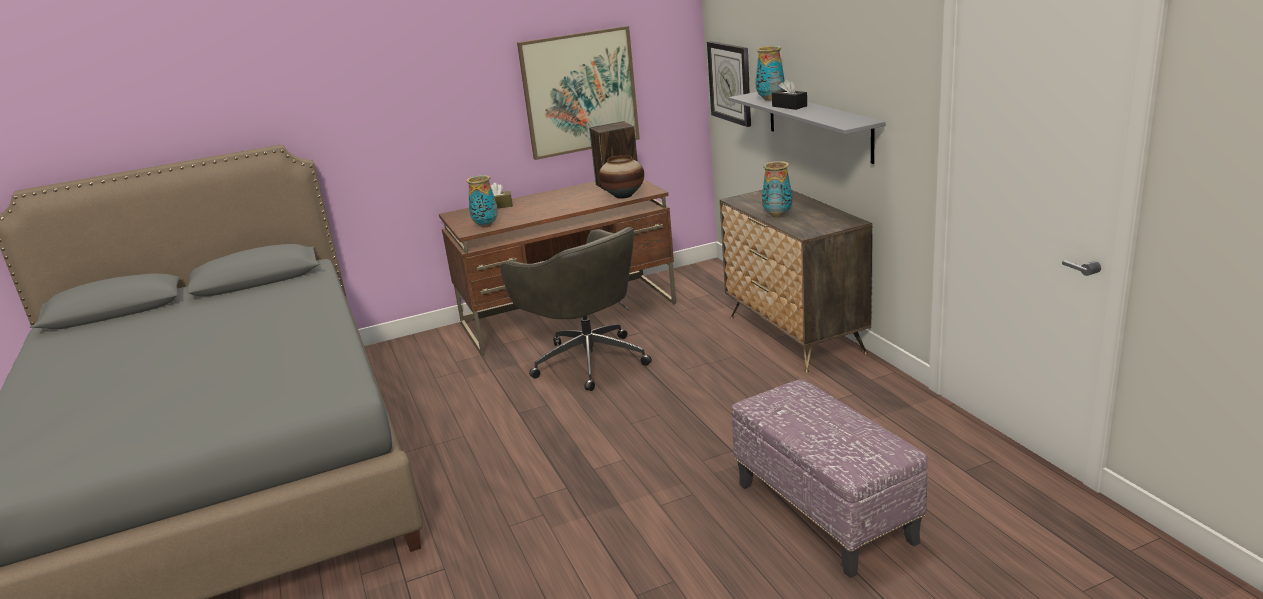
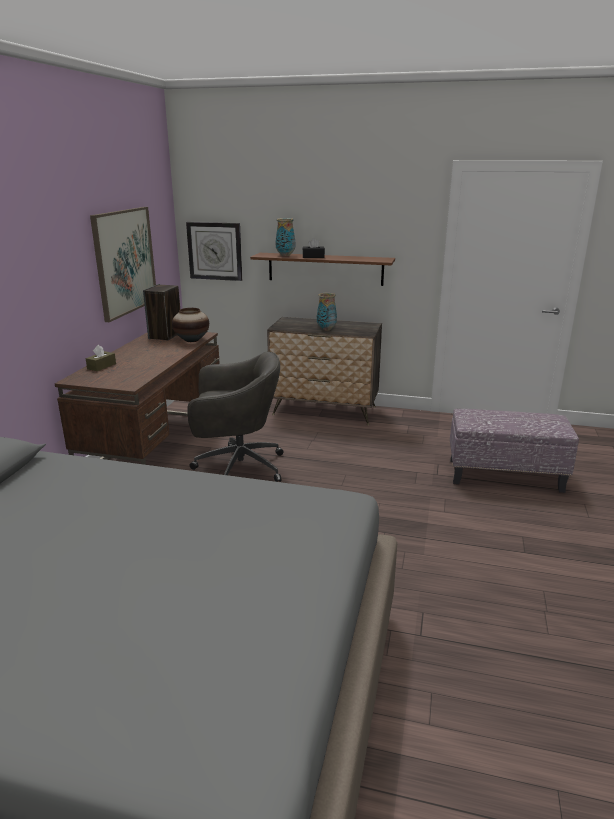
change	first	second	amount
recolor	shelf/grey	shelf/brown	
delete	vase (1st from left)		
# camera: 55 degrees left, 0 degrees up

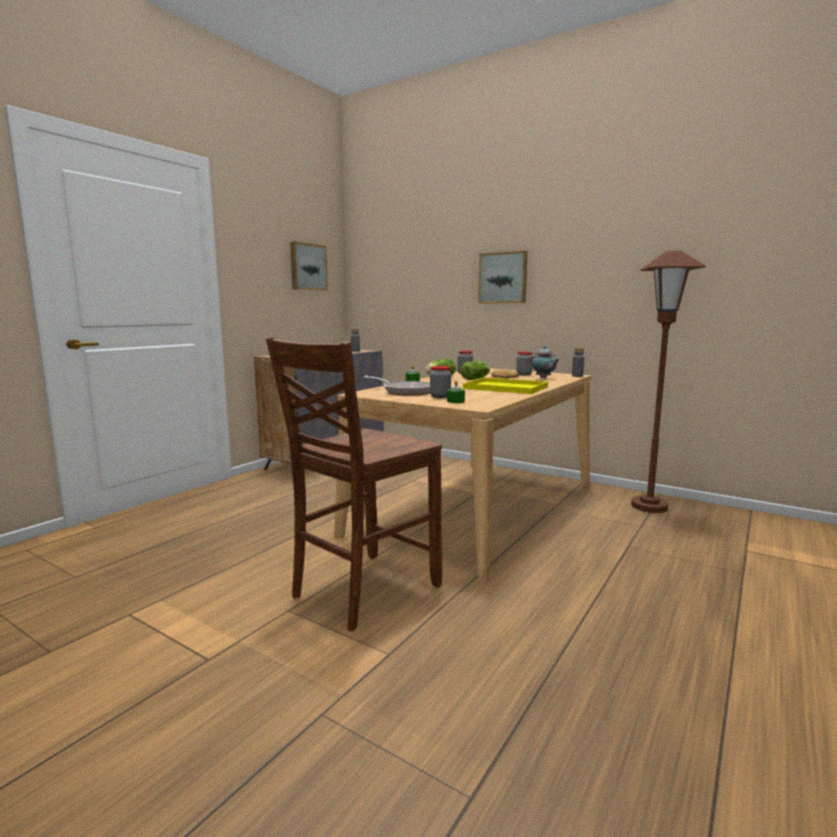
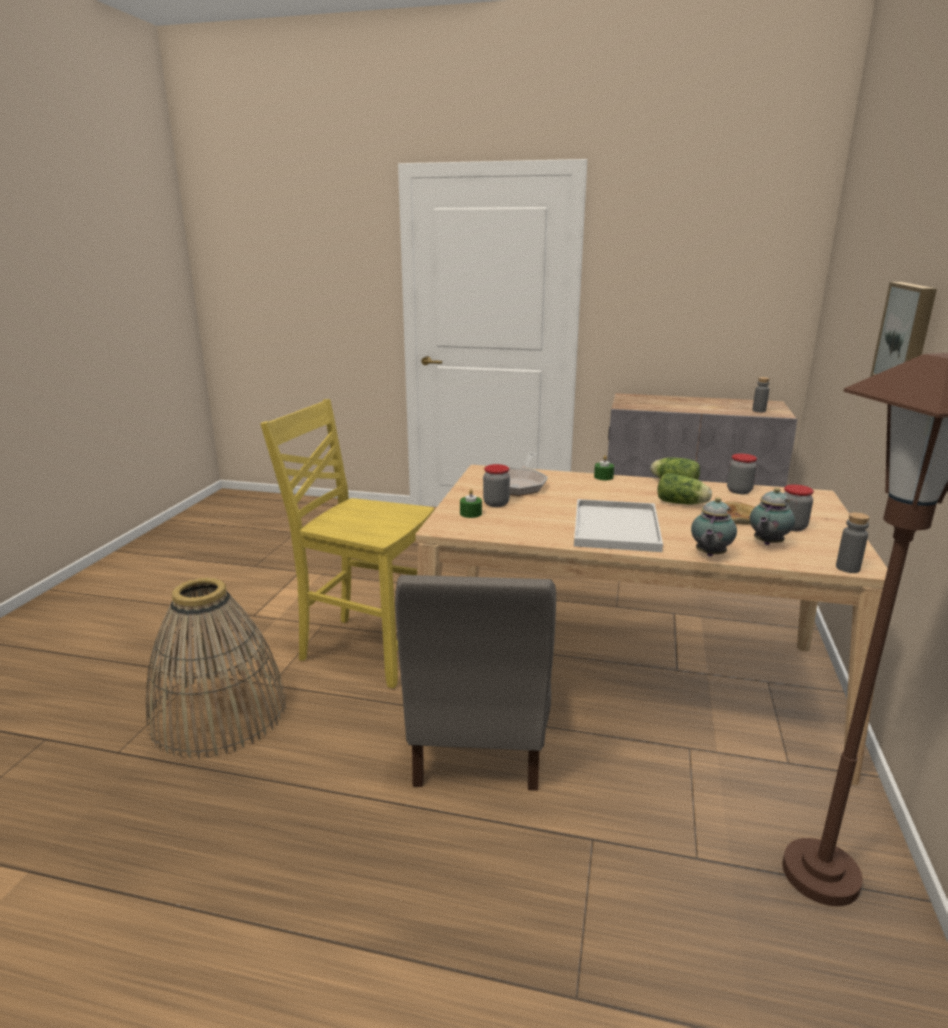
change	first	second	amount
insert		basket	
recolor	chair/brown	chair/yellow	
insert		chair/grey	
recolor	tray/yellow	tray/white	
insert		teapot (1st from left)	
delete	picture (1st from left)		
# camera: 70 degrees right, 10 degrees up

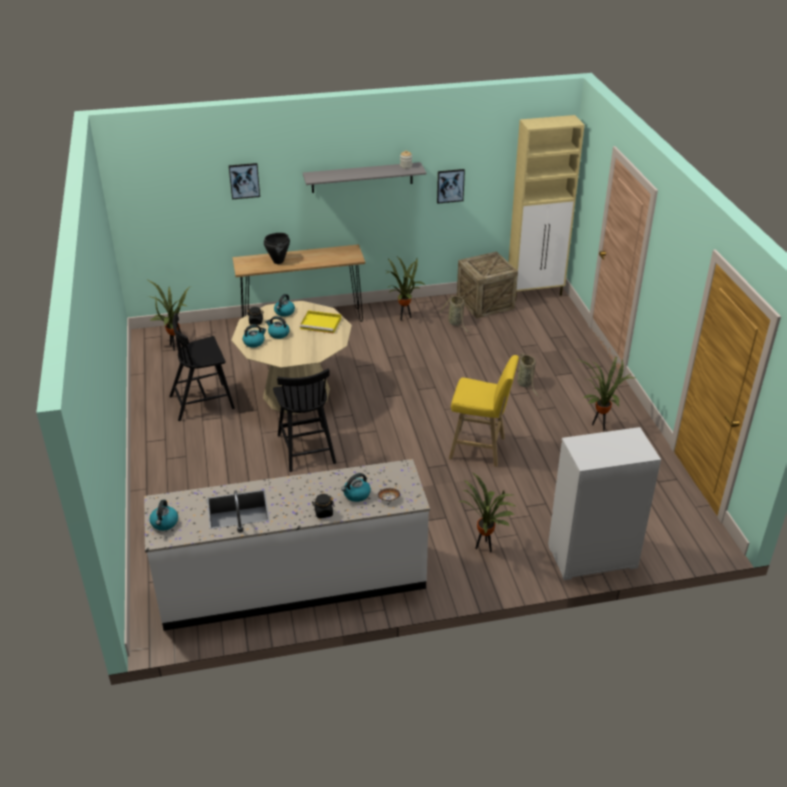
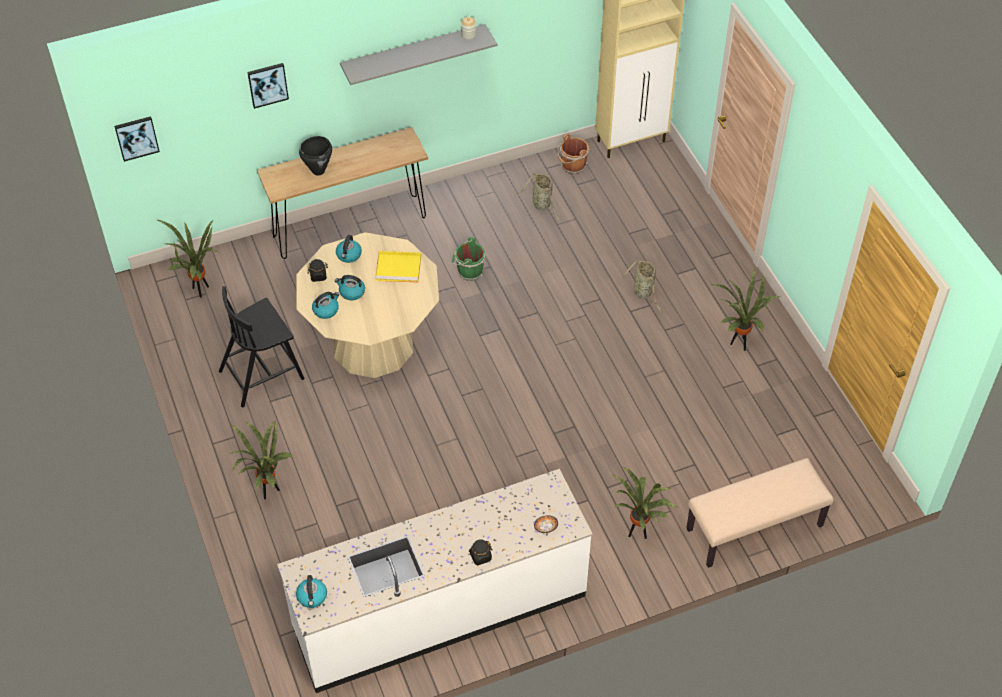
change	first	second	amount
move	picture (2nd from left in the first image)	picture (1st from left)	
move	potted plant (2nd from left)		
insert		bucket/green	
replace	crate	bucket/brown	
replace	dresser/white	bench/beige	
delete	chair/black (2nd from left)		
delete	kettle (5th from left)		
delete	stool/yellow		
# camera: 10 degrees left, 15 degrees up

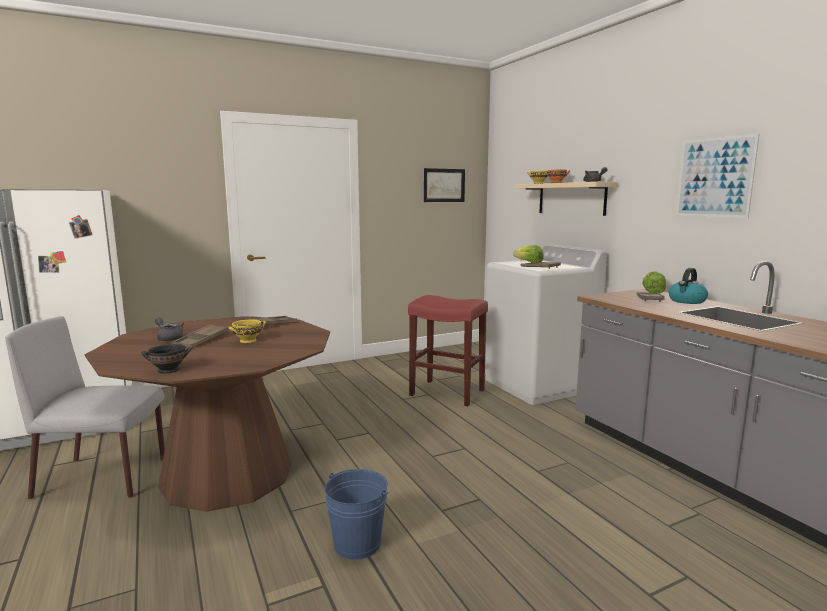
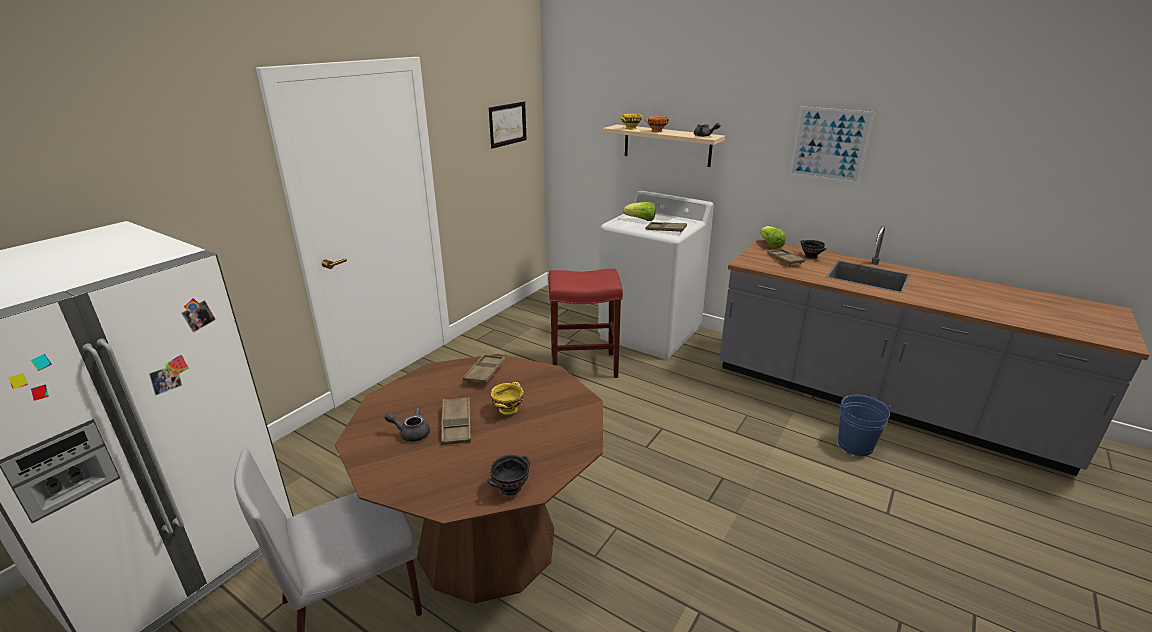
change	first	second	amount
replace	kettle	bowl/black (2nd from left)	
move	bucket/blue		
# camera: 30 degrees left, 15 degrees up

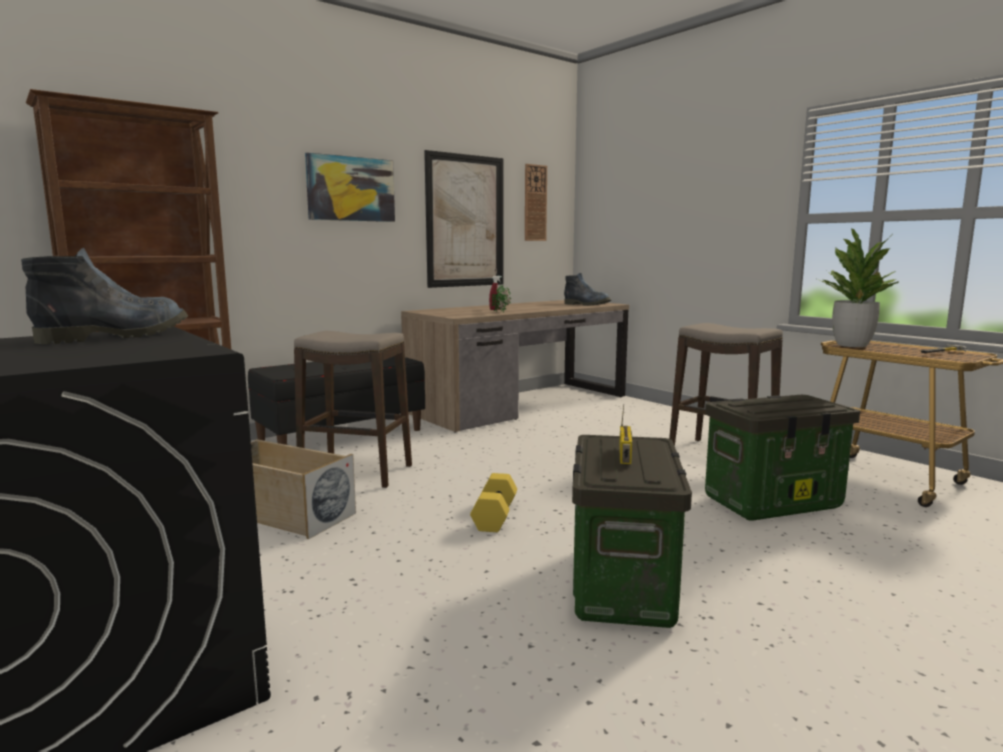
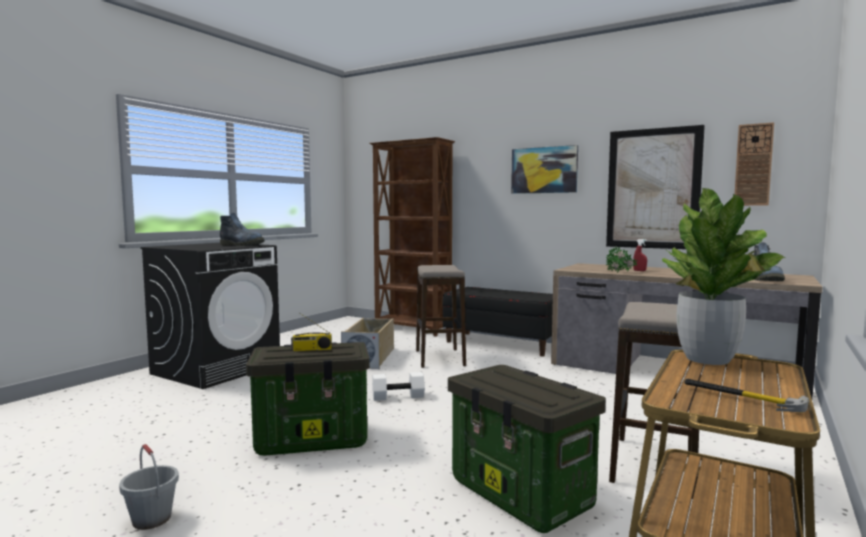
change	first	second	amount
insert		bucket/grey	
recolor	dumbbell/yellow	dumbbell/white	
# camera: 70 degrees right, 5 degrees down

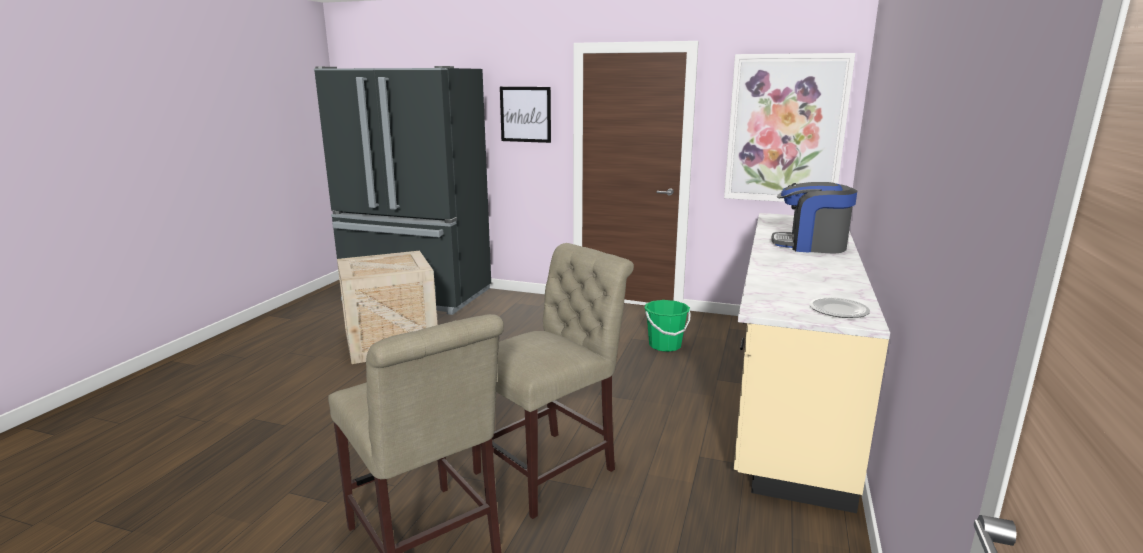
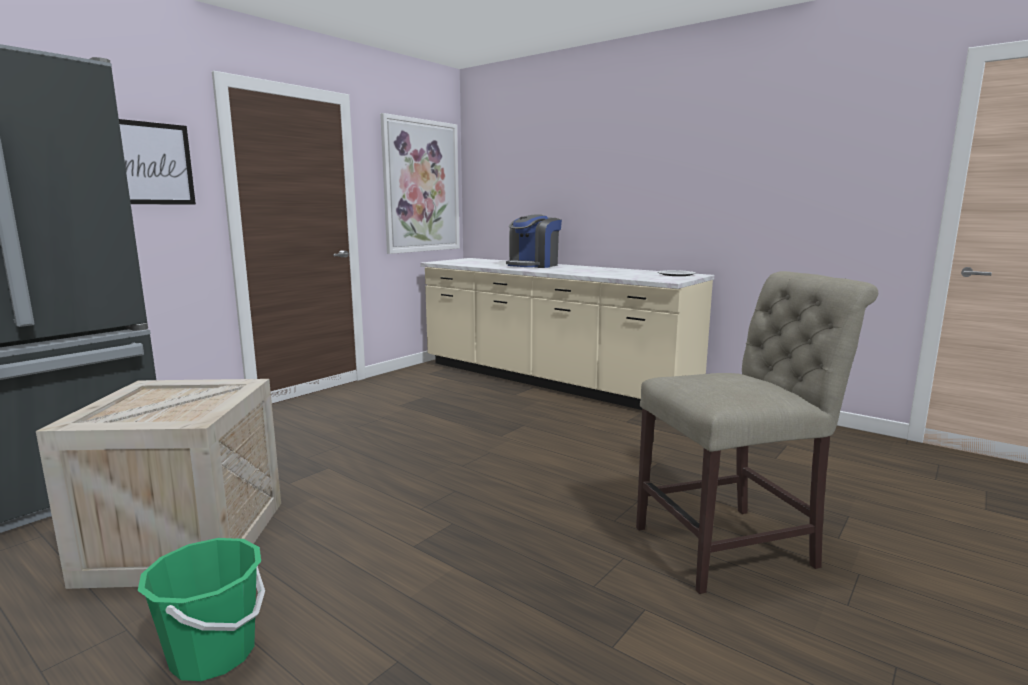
change	first	second	amount
move	bucket/green		
delete	chair/beige (2nd from left)		
# camera: 70 degrees left, 5 degrees down

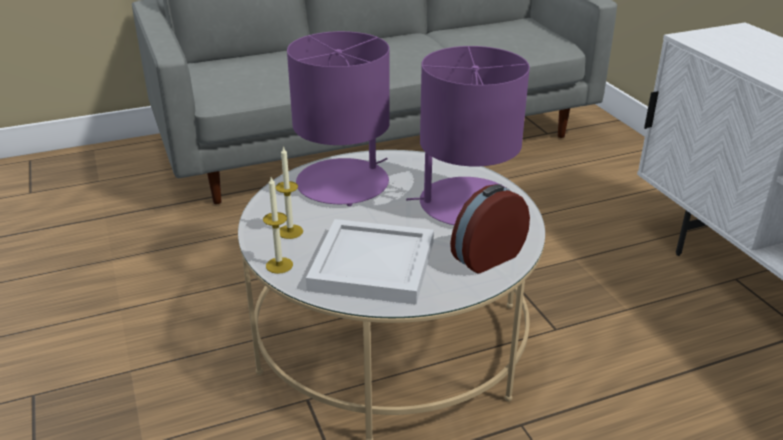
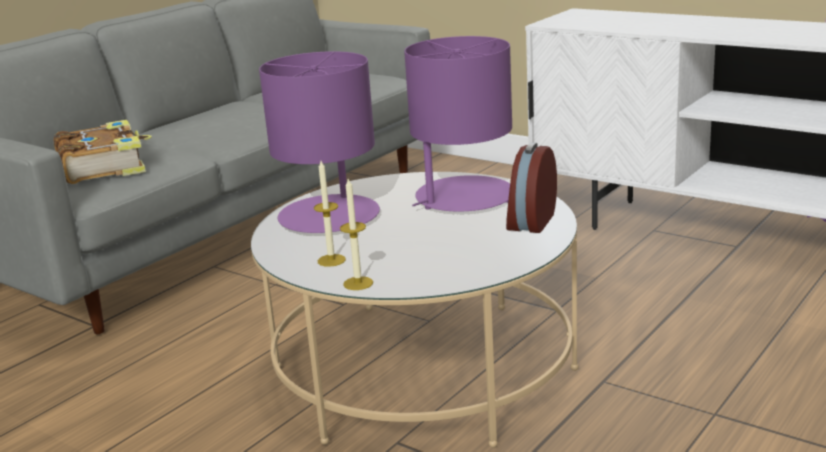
change	first	second	amount
insert		book	
delete	tray/white		
# camera: 30 degrees left, 10 degrees down

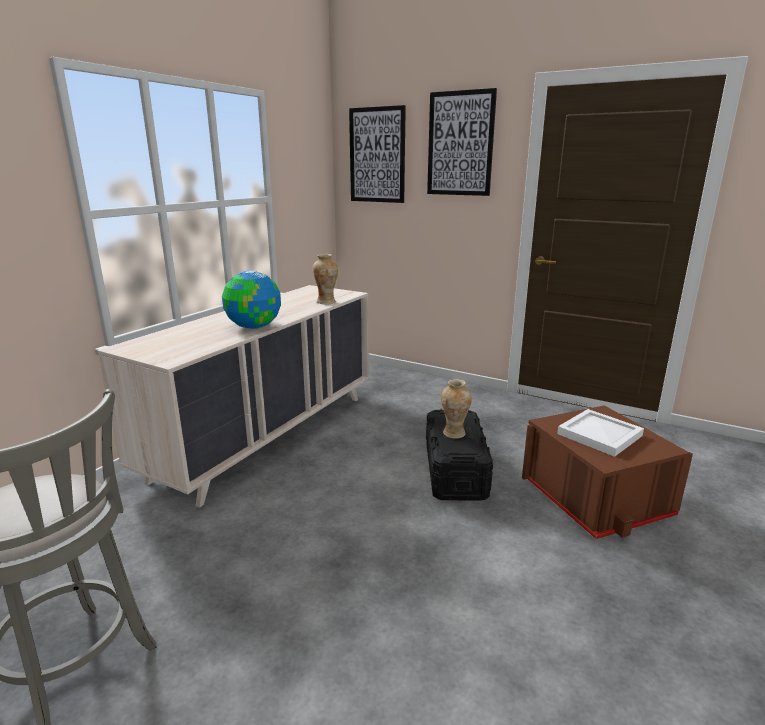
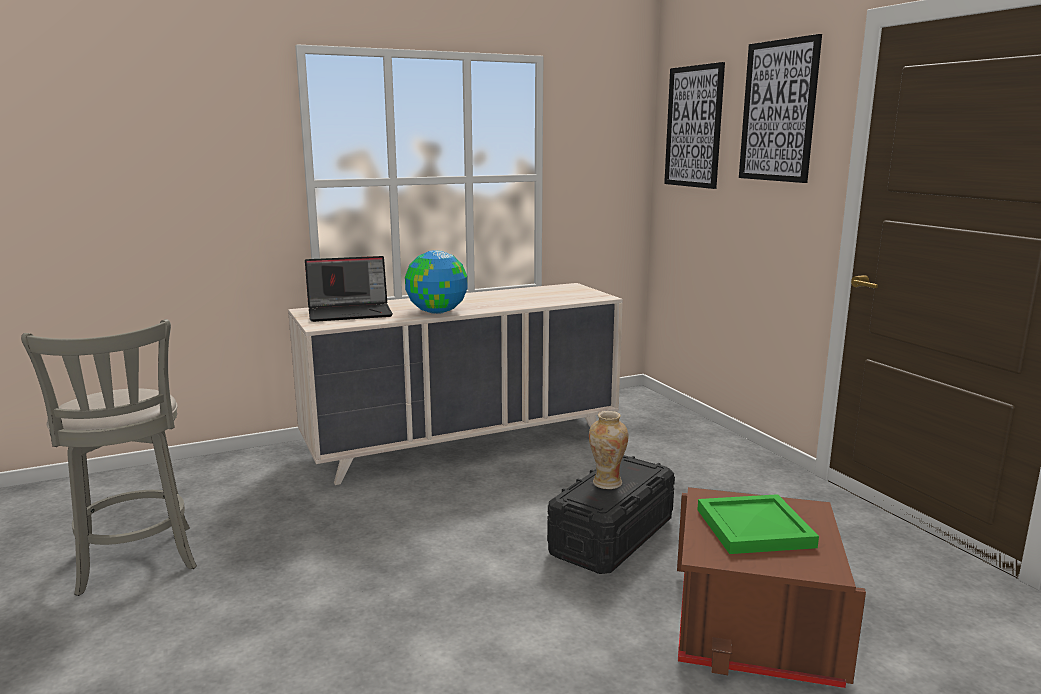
change	first	second	amount
insert		laptop	
recolor	tray/white	tray/green	
delete	vase (1st from left)		
# camera: 35 degrees right, 5 degrees down

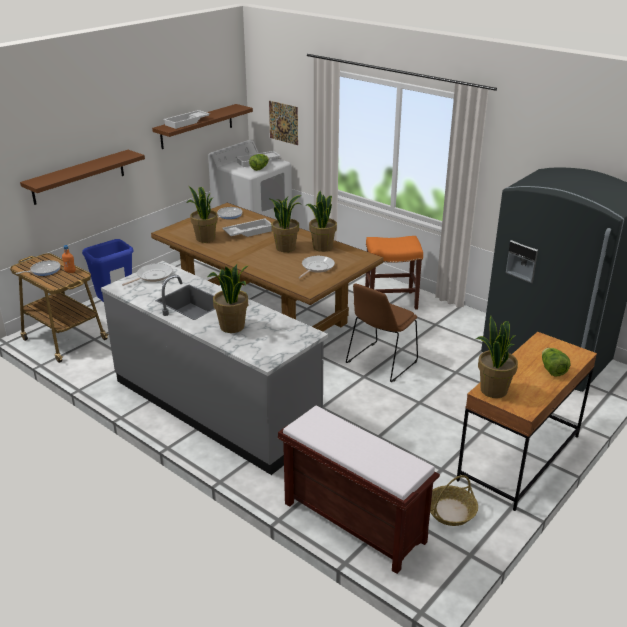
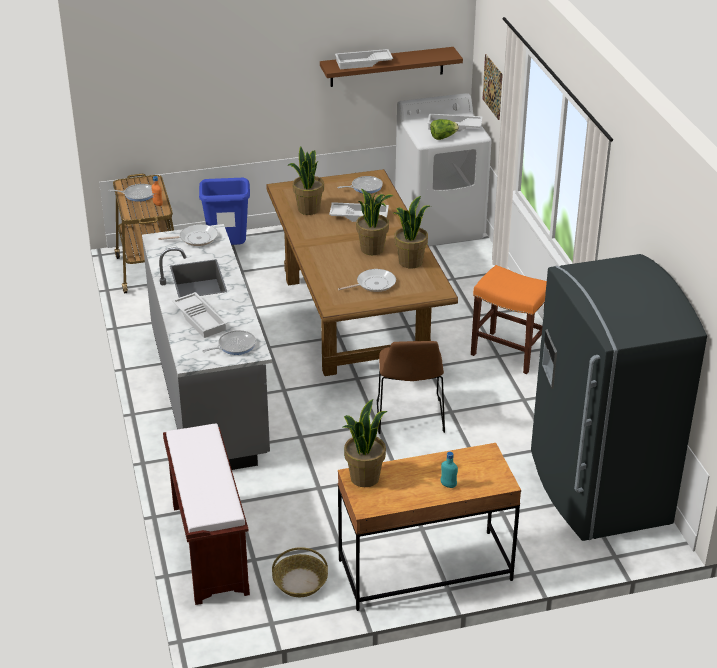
change	first	second	amount
replace	potted plant (2nd from left)	tray/white (1st from left)	
insert		frying pan (3rd from left)	
rotate	chair/brown		75 degrees counterclockwise
replace	lettuce (2nd from left)	bottle/turquoise	
delete	shelf/brown (1st from left)		
# camera: 35 degrees right, 5 degrees up

